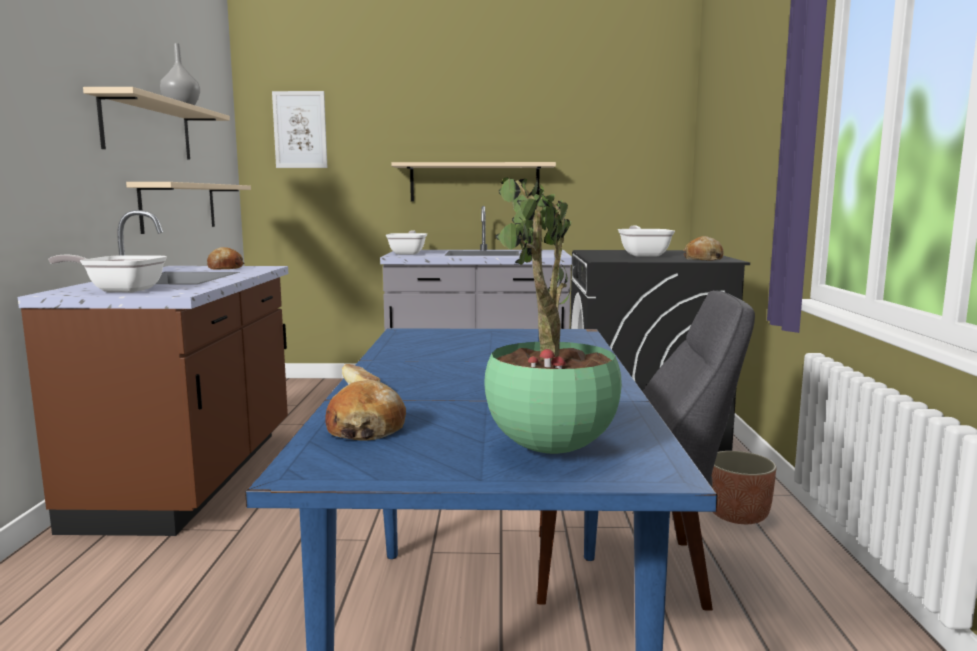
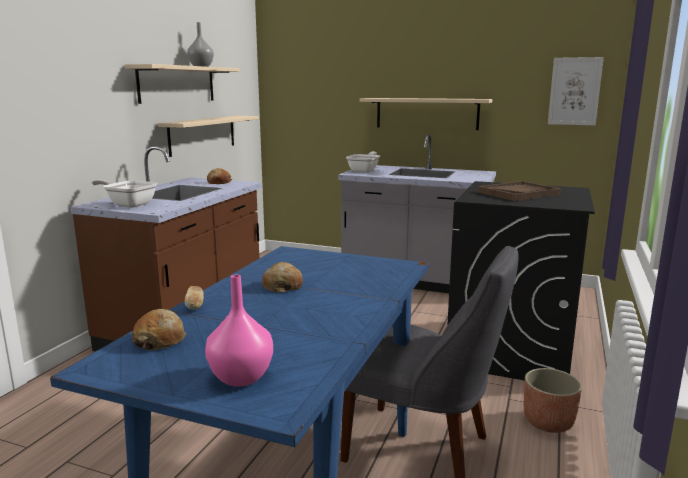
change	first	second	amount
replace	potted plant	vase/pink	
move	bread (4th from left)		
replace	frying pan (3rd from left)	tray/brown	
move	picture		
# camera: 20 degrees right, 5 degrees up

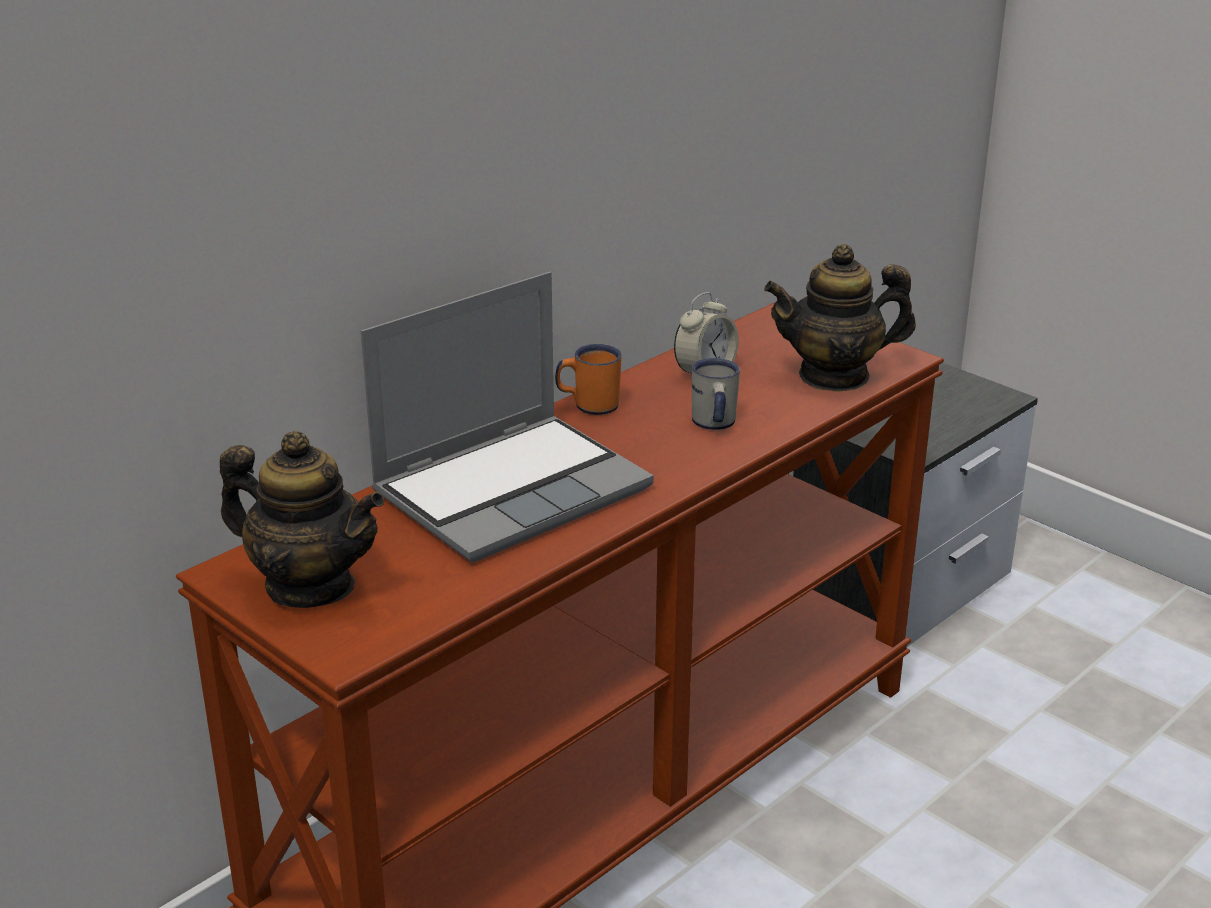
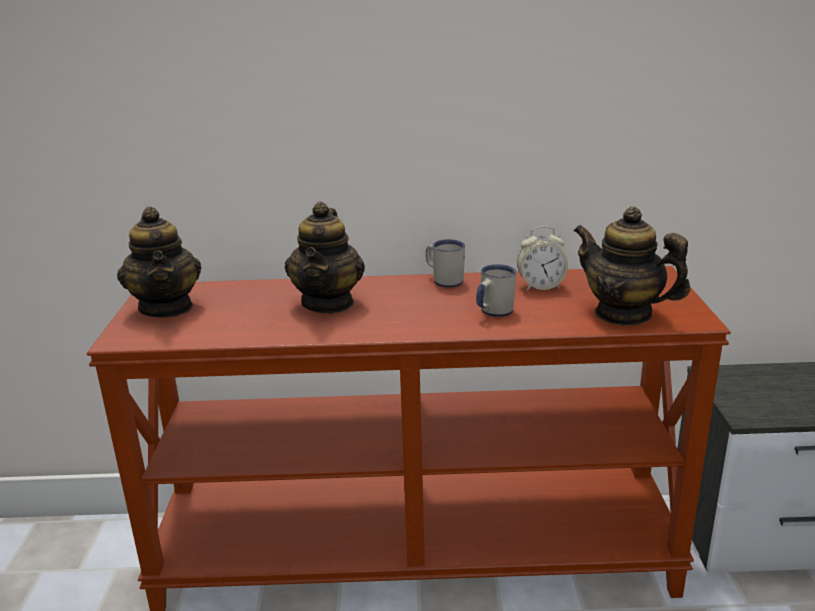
change	first	second	amount
replace	laptop	teapot (2nd from left)	
recolor	mug/orange	mug/white (1st from left)	
# camera: 45 degrees right, 5 degrees down

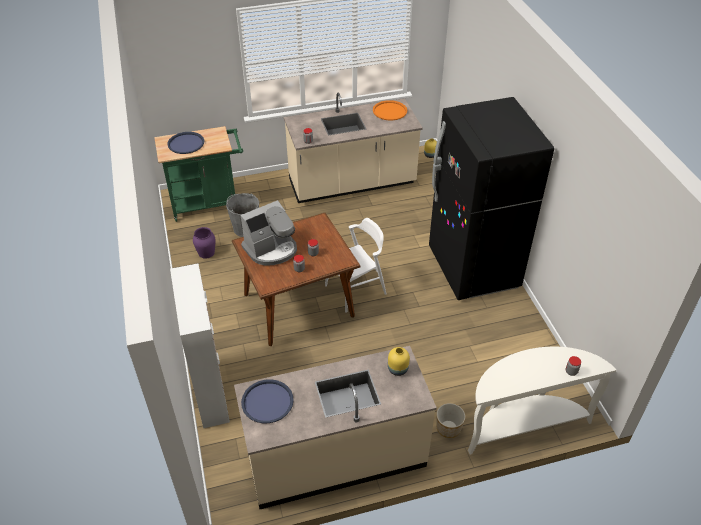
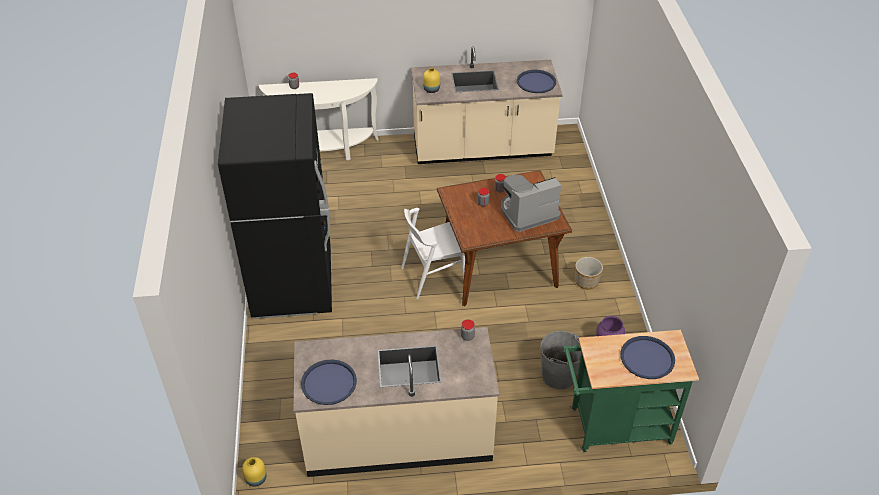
change	first	second	amount
recolor	tray/orange	tray/blue (1st from left)	
move	planter		
delete	cabinet		
# camera: 170 degrees left, 0 degrees up

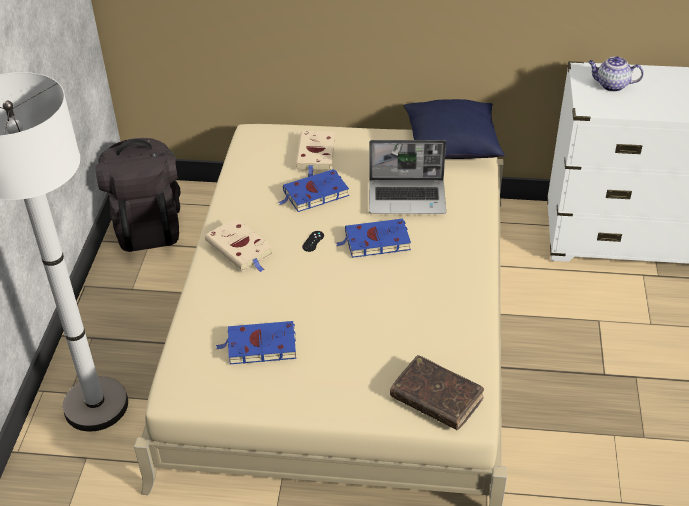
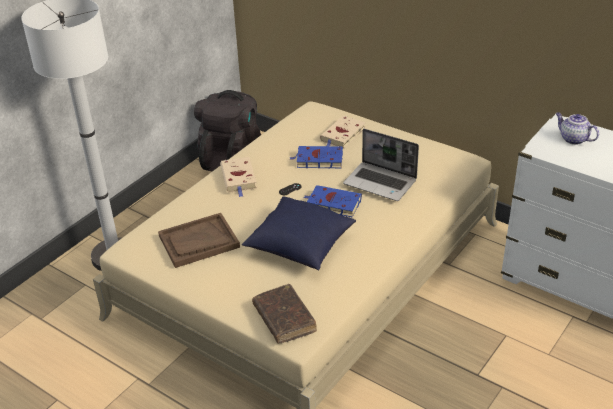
change	first	second	amount
replace	book/blue (1st from left)	tray/brown	
move	pillow/blue		
# camera: 30 degrees right, 5 degrees down

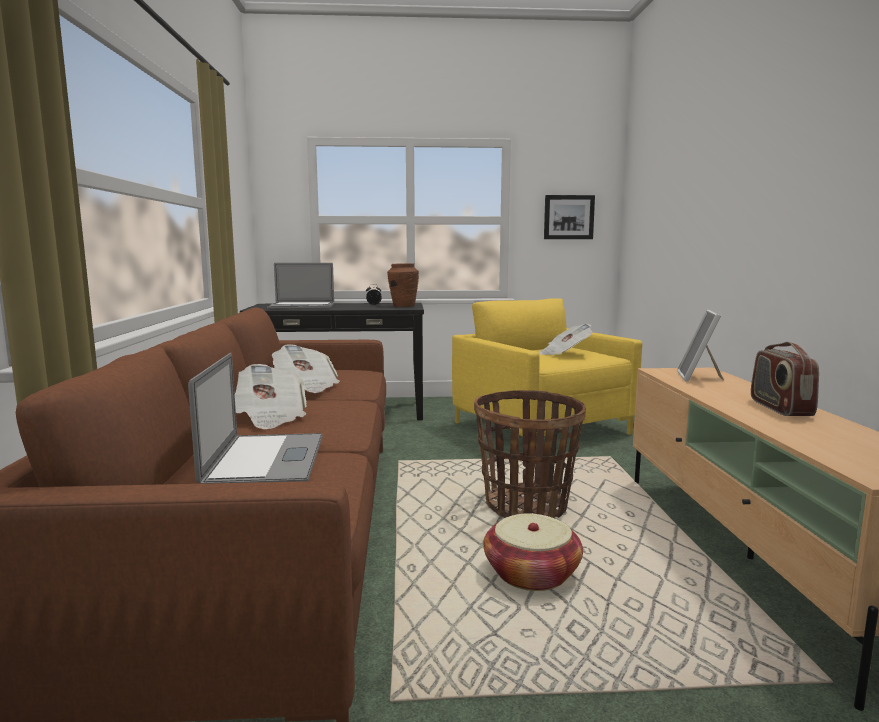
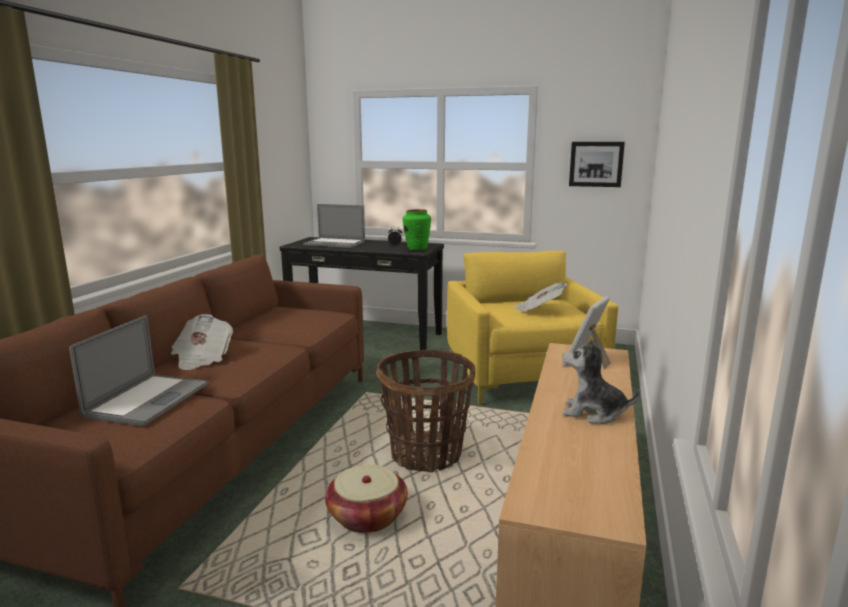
change	first	second	amount
recolor	vase/brown	vase/green	
replace	radio	plush toy	
delete	newspaper (2nd from left)		
# camera: 20 degrees right, 5 degrees up

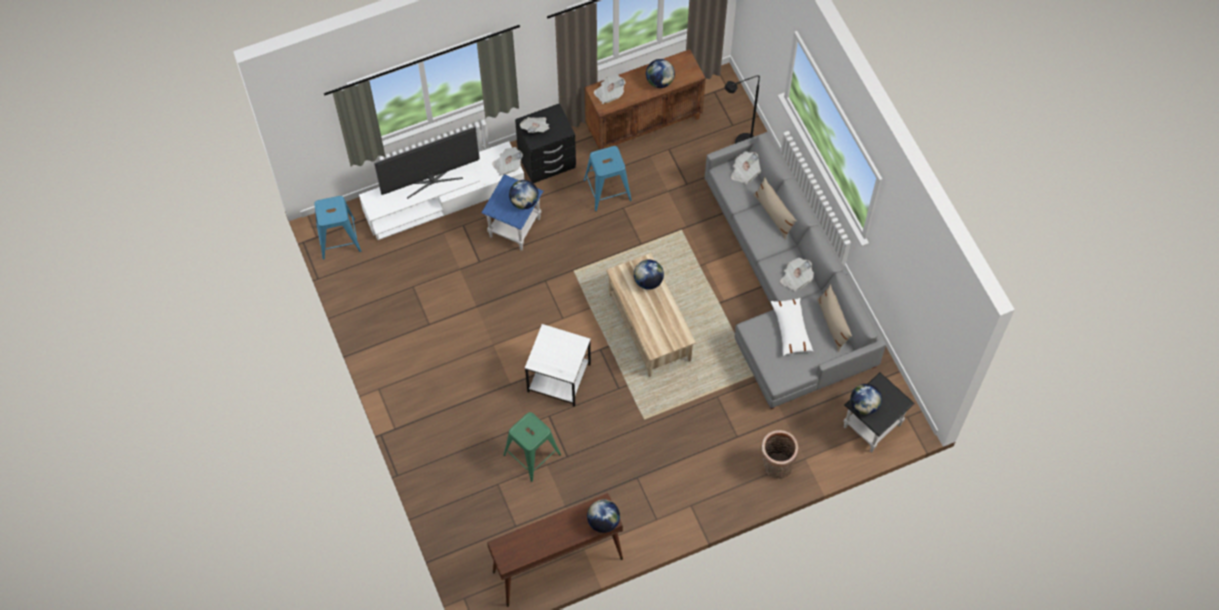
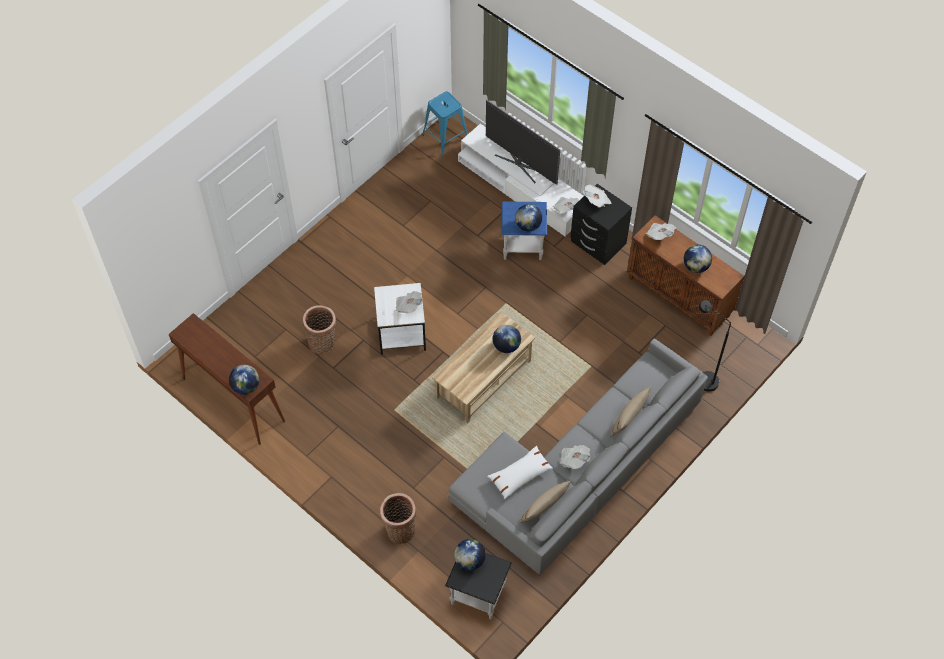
change	first	second	amount
replace	stool/green	basket (1st from left)	
move	newspaper (4th from left in the first image)	newspaper (1st from left)	
delete	stool/blue (2nd from left)		
# camera: 65 degrees right, 5 degrees down

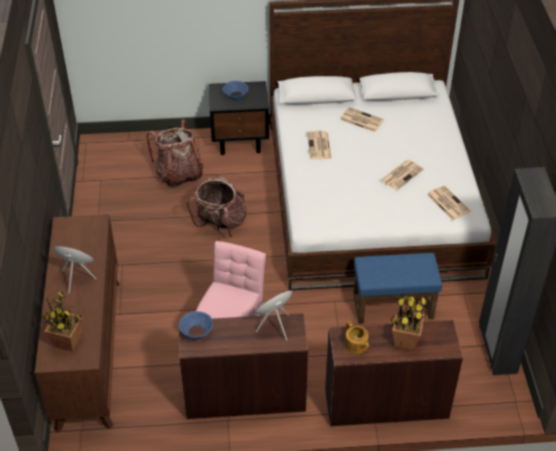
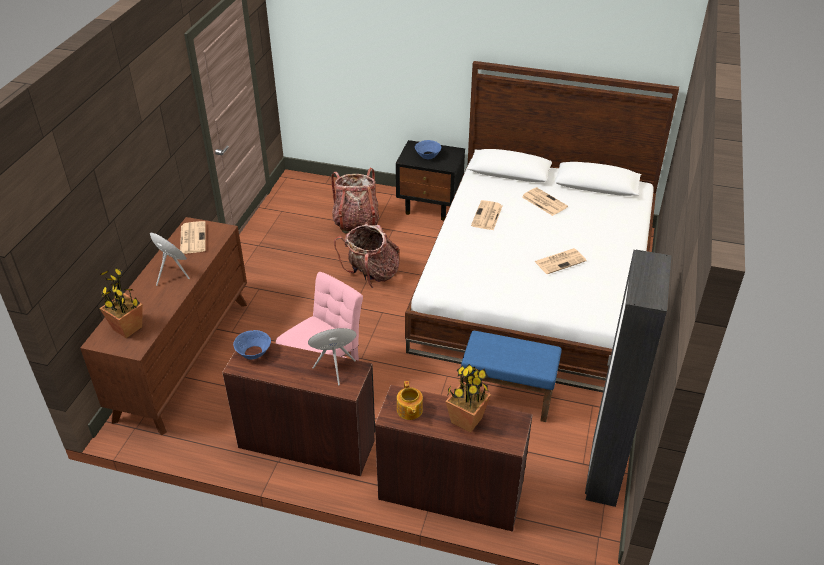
change	first	second	amount
move	newspaper (4th from left in the first image)	newspaper (1st from left)	
# camera: 20 degrees right, 5 degrees down

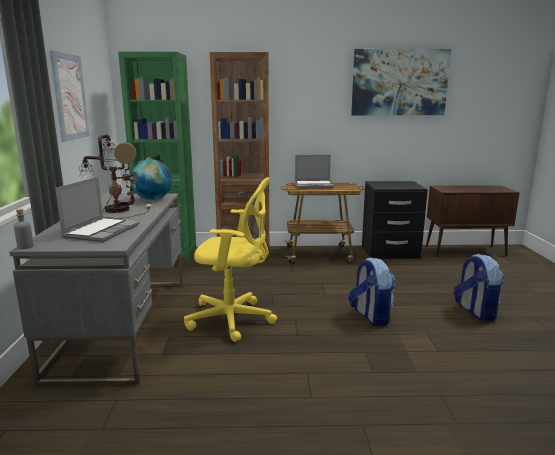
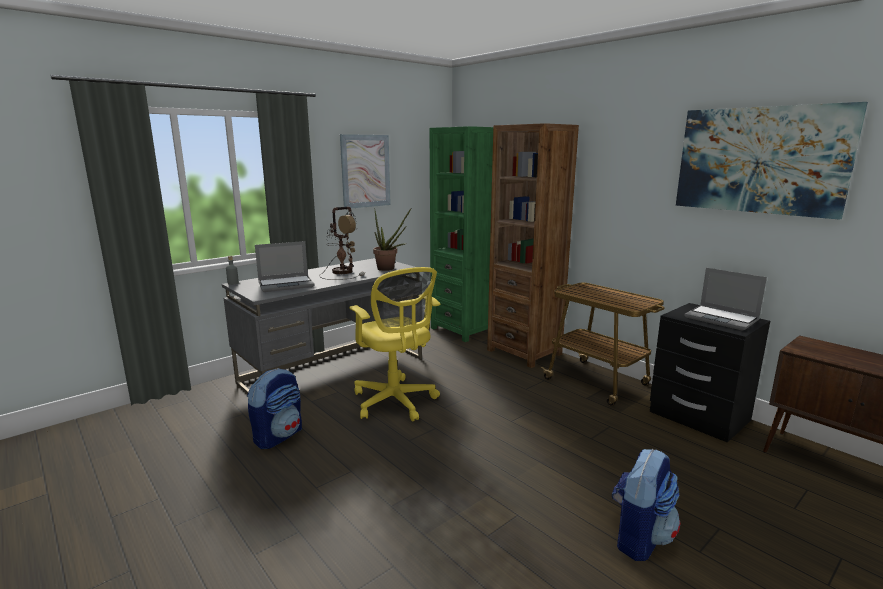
change	first	second	amount
move	backpack (1st from left)		
replace	globe	potted plant	
move	laptop (2nd from left)		
# camera: 50 degrees right, 0 degrees up

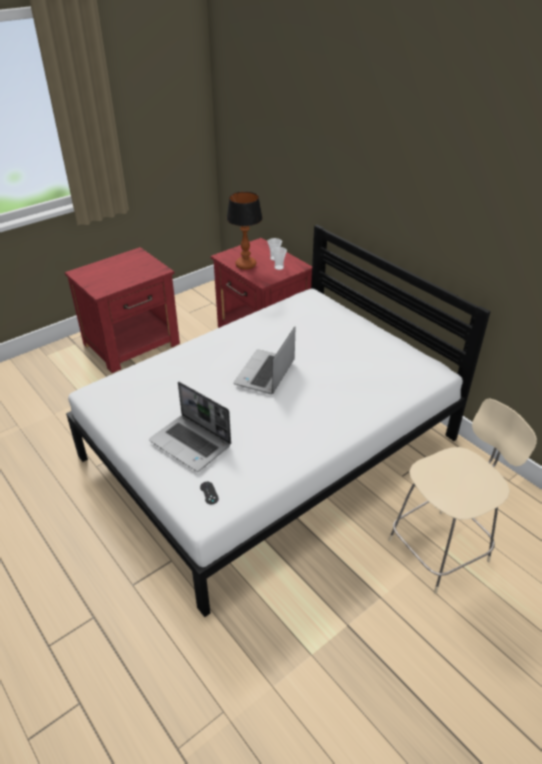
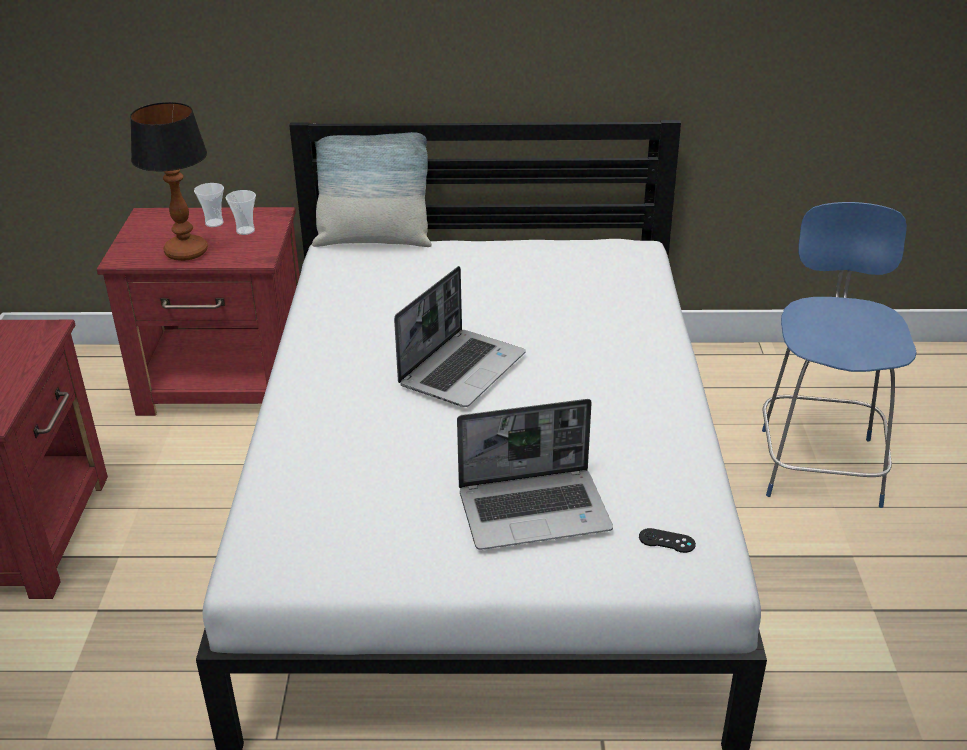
change	first	second	amount
insert		pillow	
rotate	laptop (2nd from left in the first image)	laptop (1st from left)	120 degrees counterclockwise
recolor	chair/beige	chair/blue	
# camera: 50 degrees left, 5 degrees down

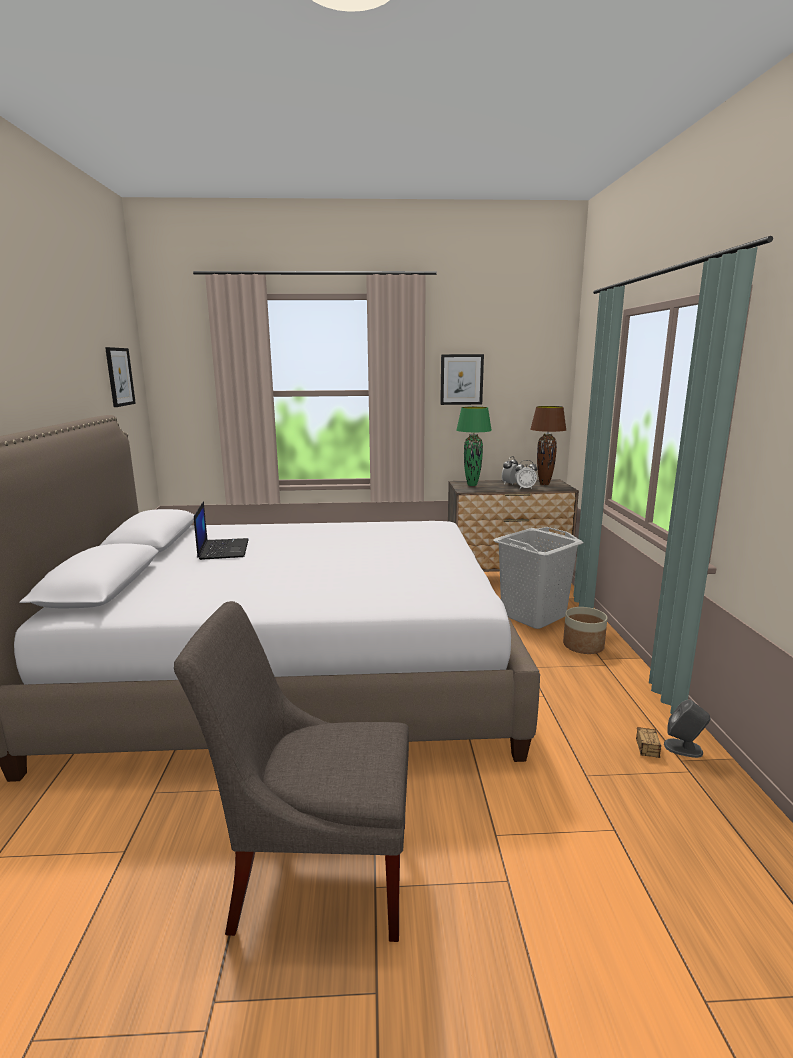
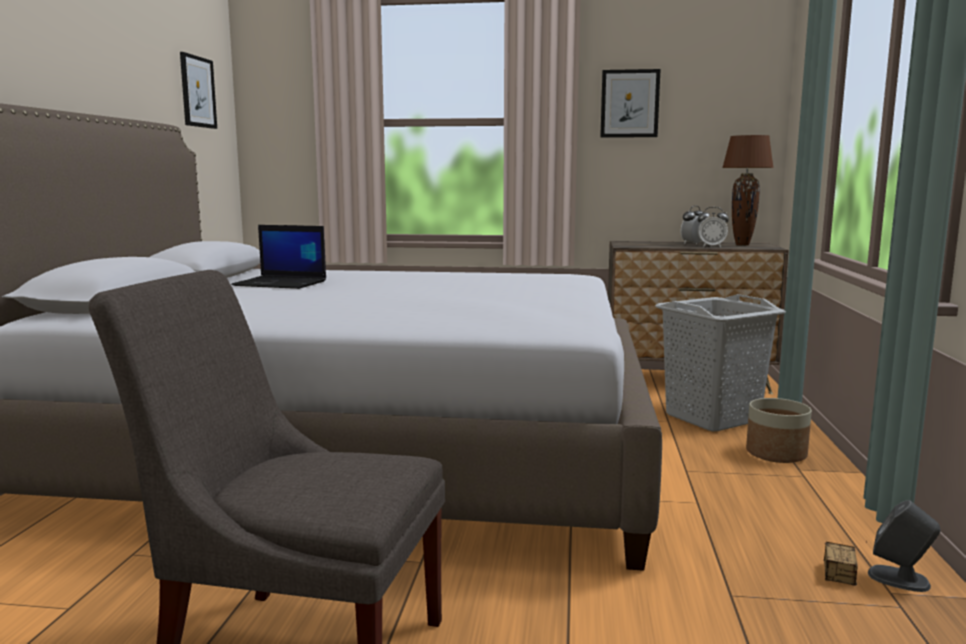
change	first	second	amount
rotate	laptop		105 degrees clockwise
delete	table lamp/green		
# camera: 10 degrees right, 5 degrees down

